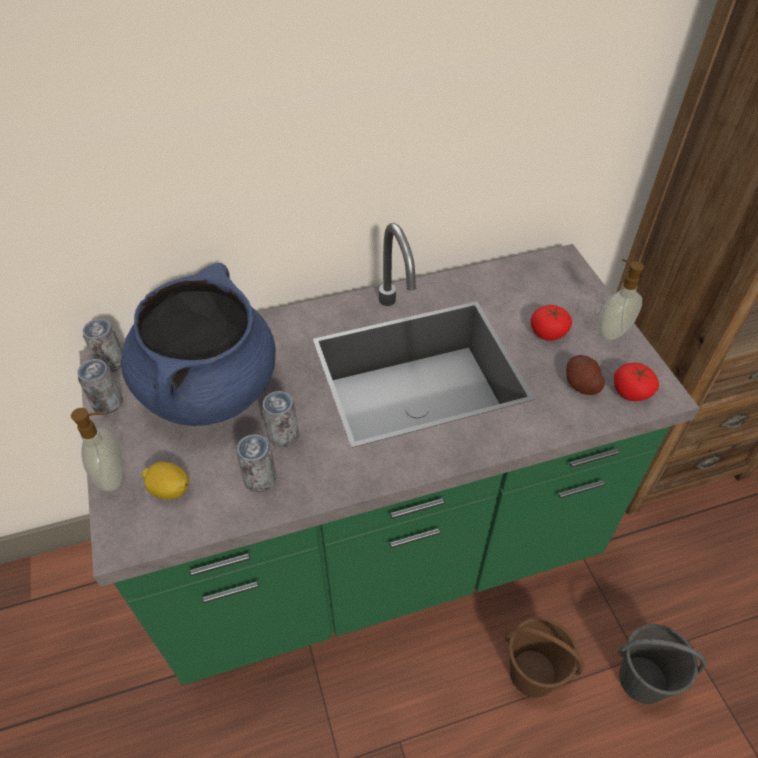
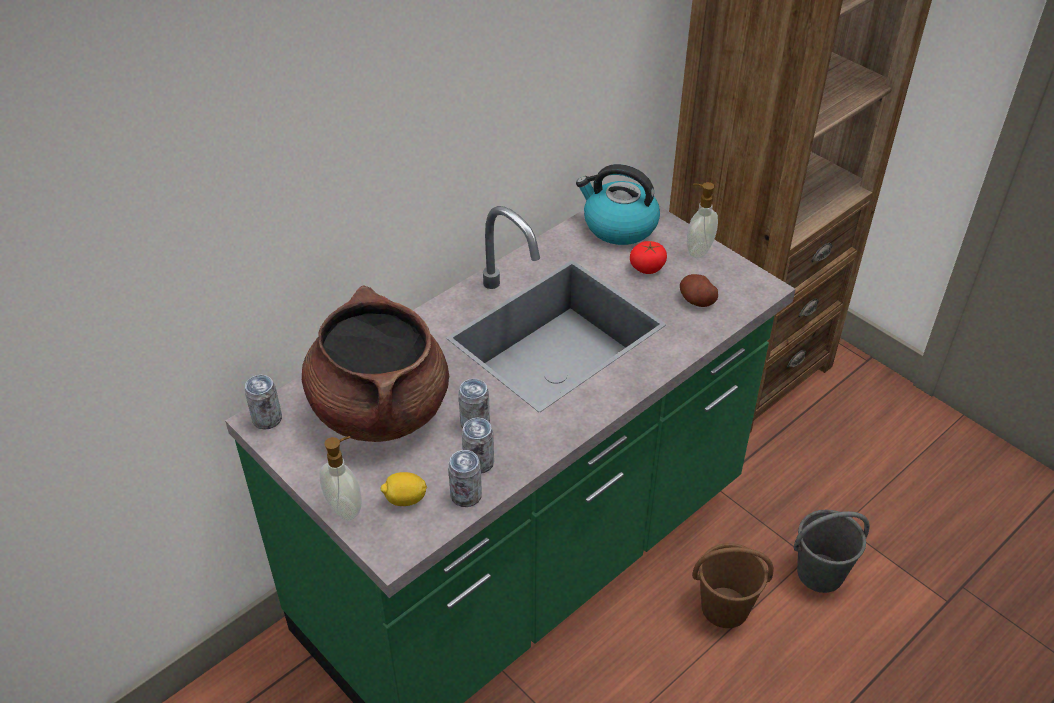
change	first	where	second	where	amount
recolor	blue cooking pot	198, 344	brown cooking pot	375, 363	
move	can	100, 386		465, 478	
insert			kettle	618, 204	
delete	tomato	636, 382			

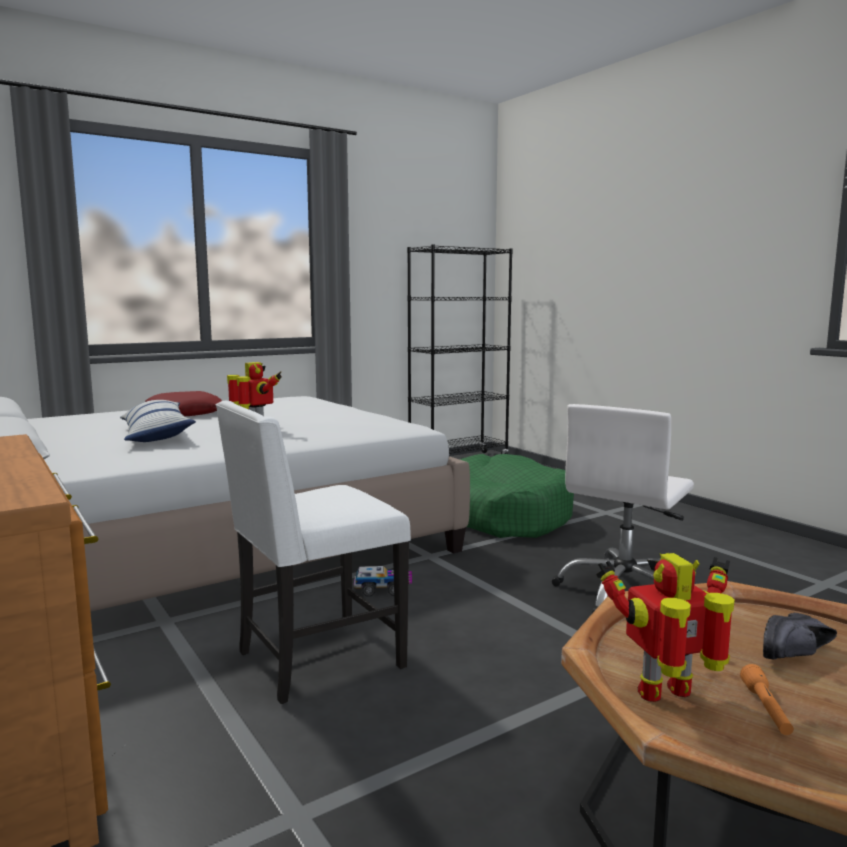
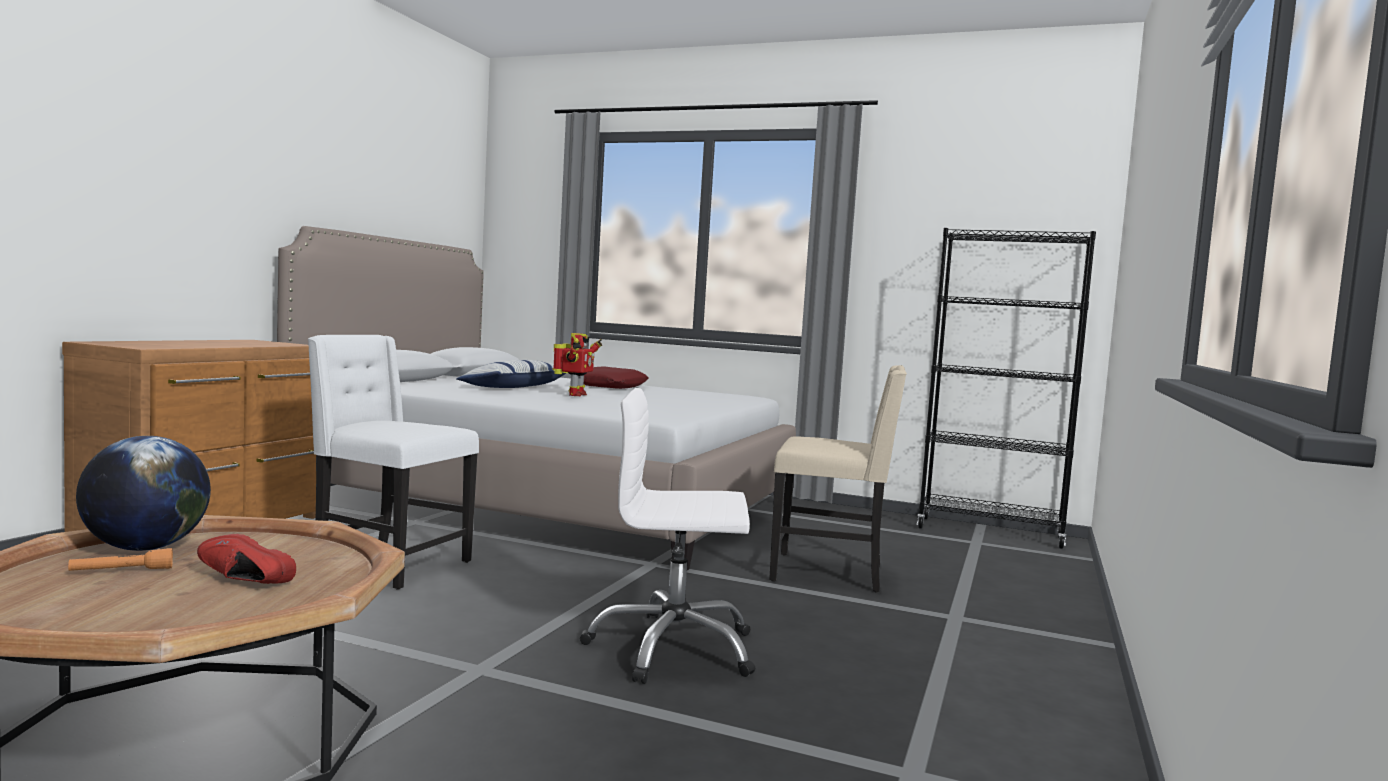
change	first	where	second	where	amount
replace	toy robot	665, 627	globe	143, 493	
recolor	black shoe	800, 636	red shoe	246, 559	
replace	green dog bed	516, 496	beige chair	838, 478	
delete	toy truck	383, 581			

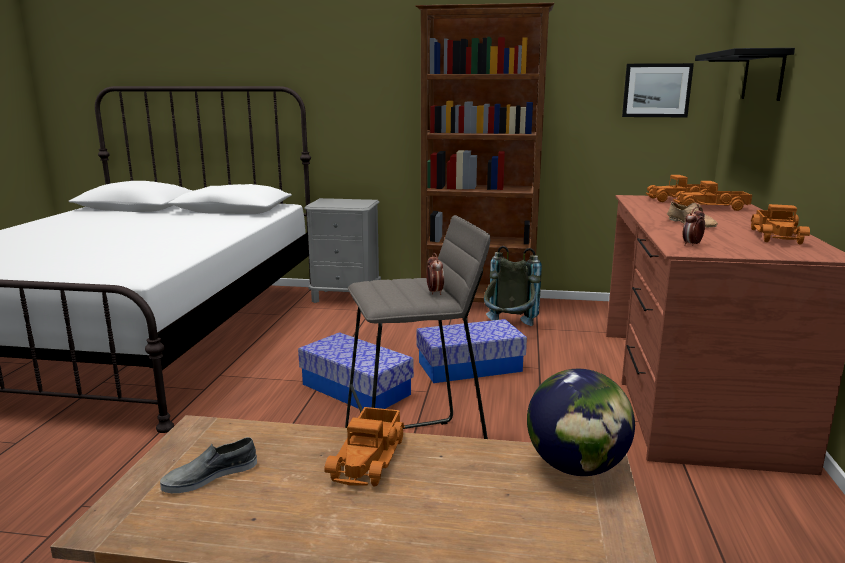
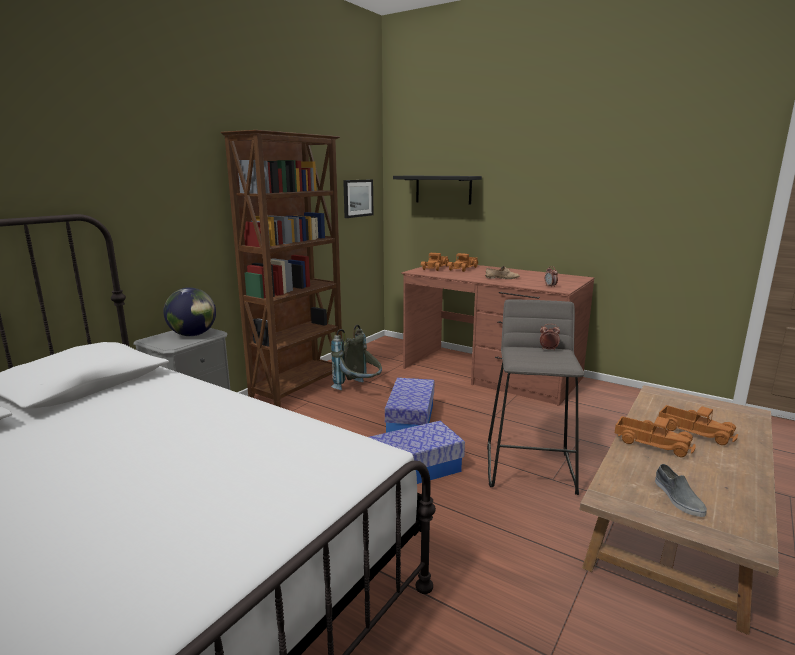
change	first	where	second	where	amount
move	globe	581, 422		189, 311	
move	toy truck	780, 224		698, 425	

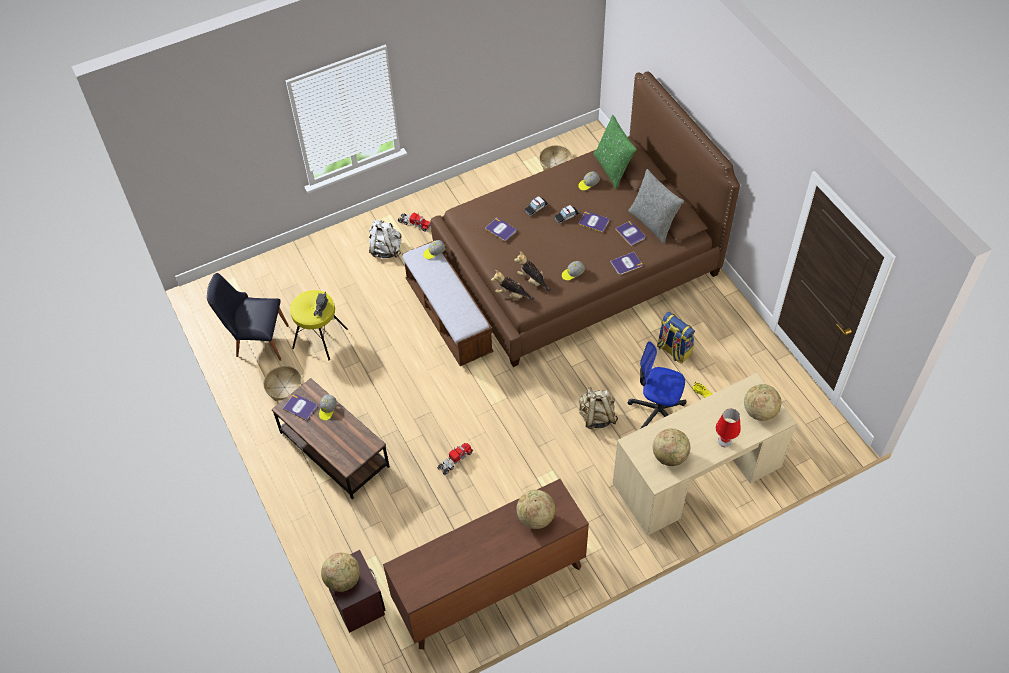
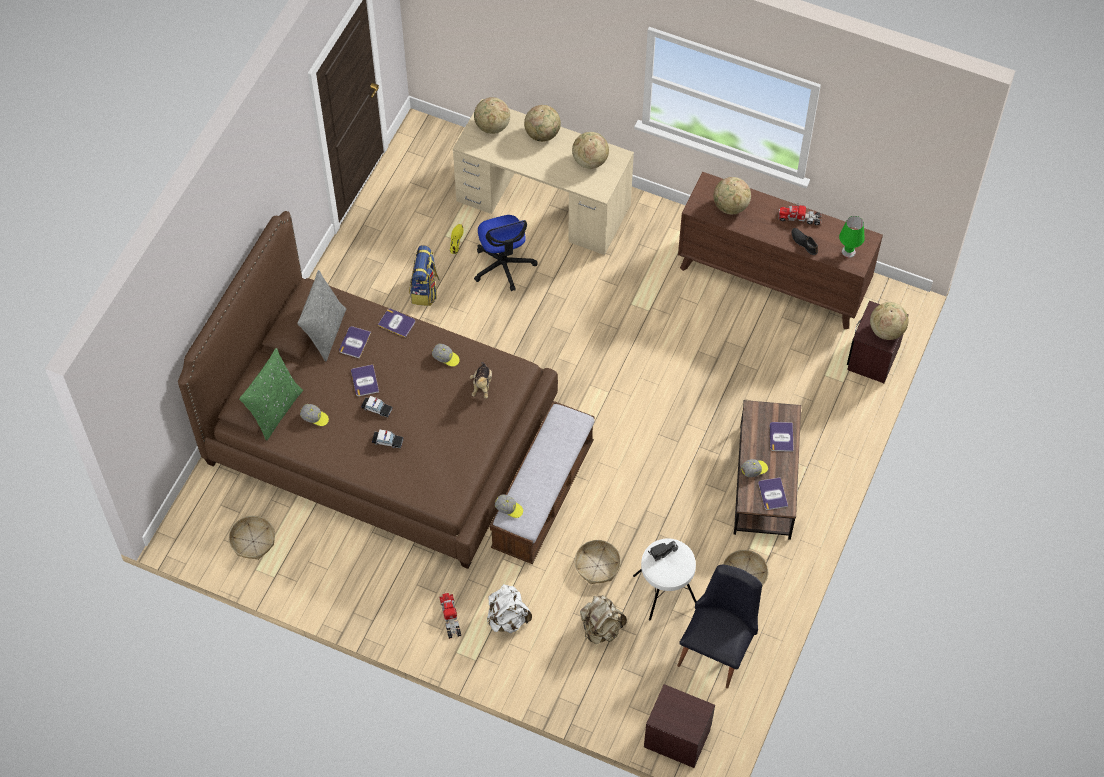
change	first	where	second	where	amount
replace	red table lamp	728, 428	globe	542, 123	
insert			basket	597, 562	
move	beige backpack	598, 408		603, 619	
recolor	yellow stool	319, 325	white stool	665, 579	
insert			brown nightstand	679, 726	
rotate	black chair	248, 317		719, 626	120 degrees counterclockwise
move	book	500, 230		782, 437	
move	toy truck	455, 459		800, 214	
insert			black shoe	805, 241	
insert			green table lamp	852, 237	
delete	plush toy	512, 285			

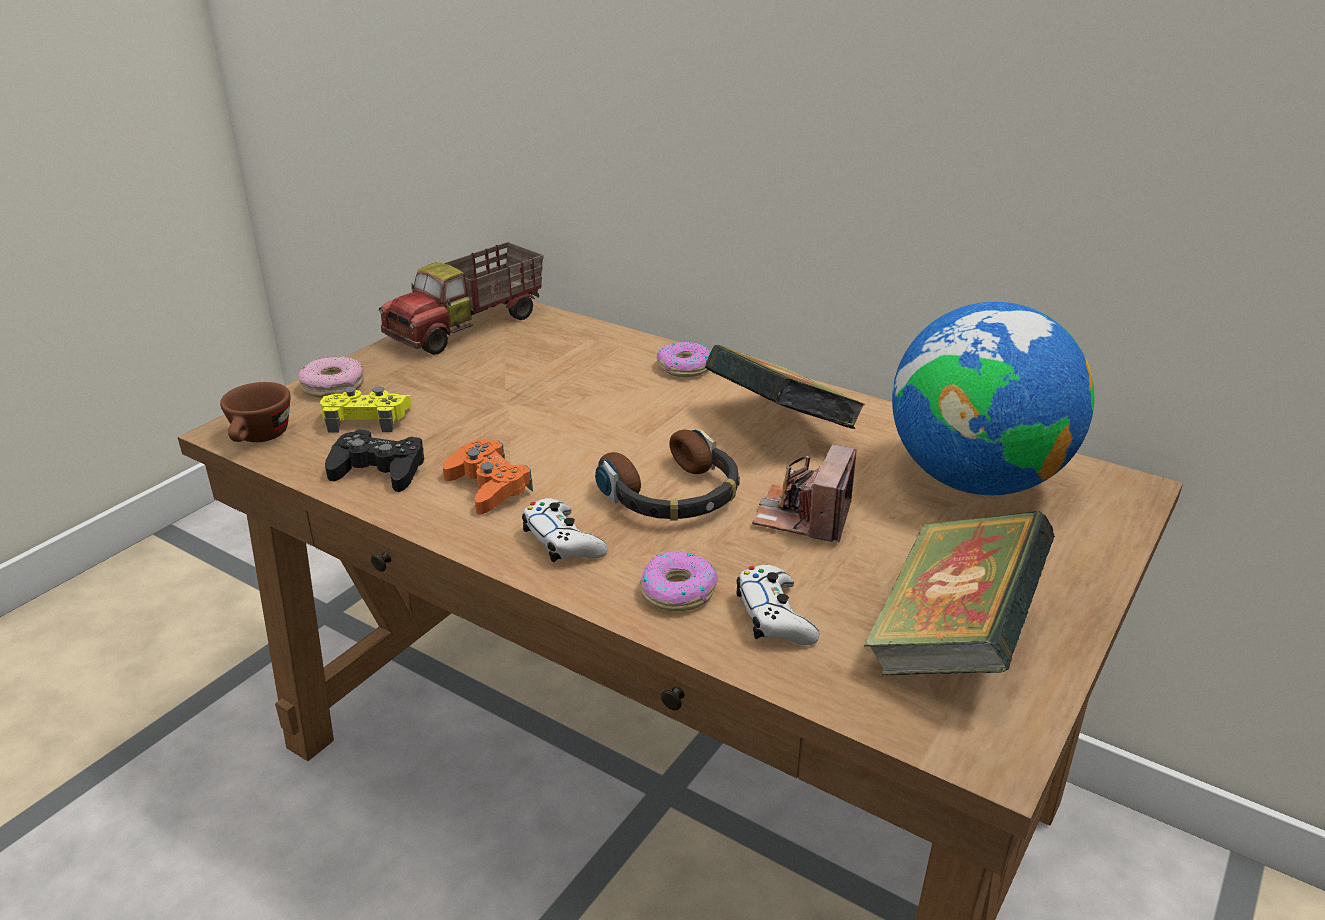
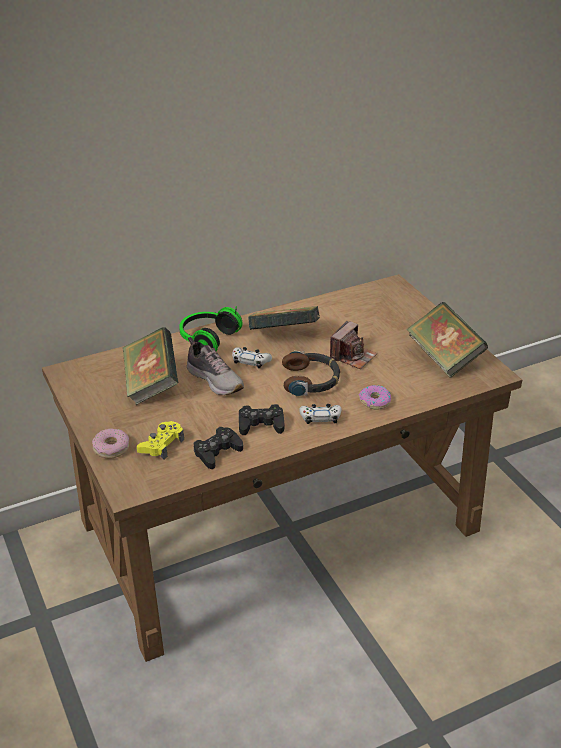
change	first	where	second	where	amount
insert			book	150, 366	
replace	donut	684, 359	headphones	210, 329	
insert			shoe	215, 366	
move	white game controller	777, 605		252, 357	
recolor	orange game controller	488, 477	black game controller	261, 419	
rotate	photo camera	804, 493		353, 345	105 degrees counterclockwise
delete	brown cup	255, 412			
delete	toy truck	461, 298			
delete	globe	993, 398			

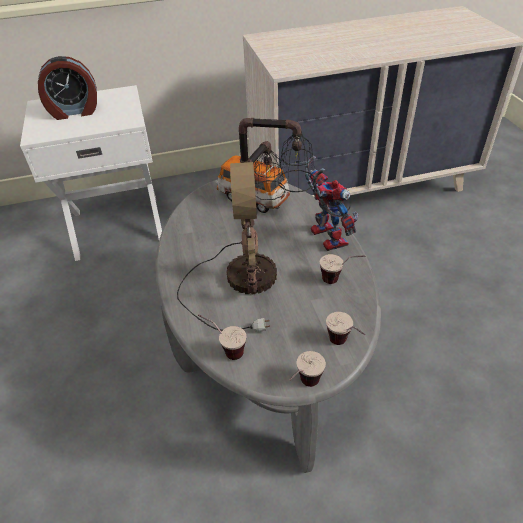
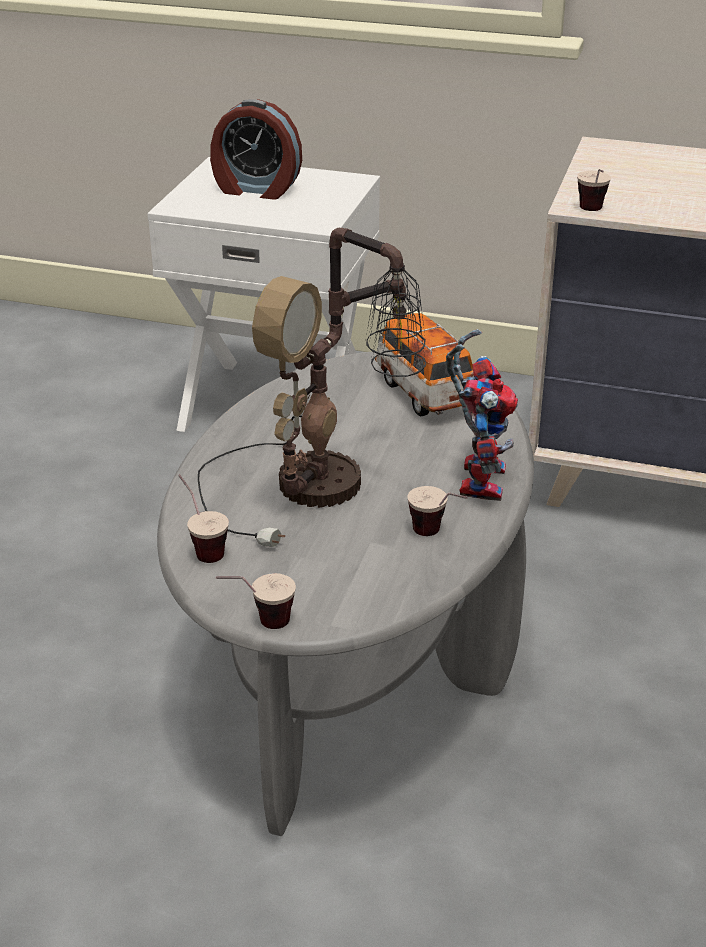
change	first	where	second	where	amount
move	cup	346, 328		594, 190	

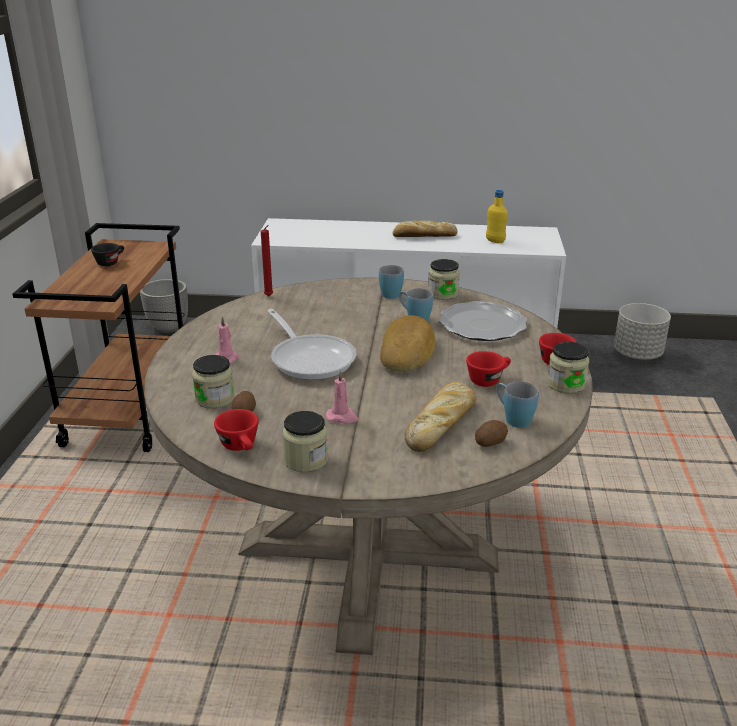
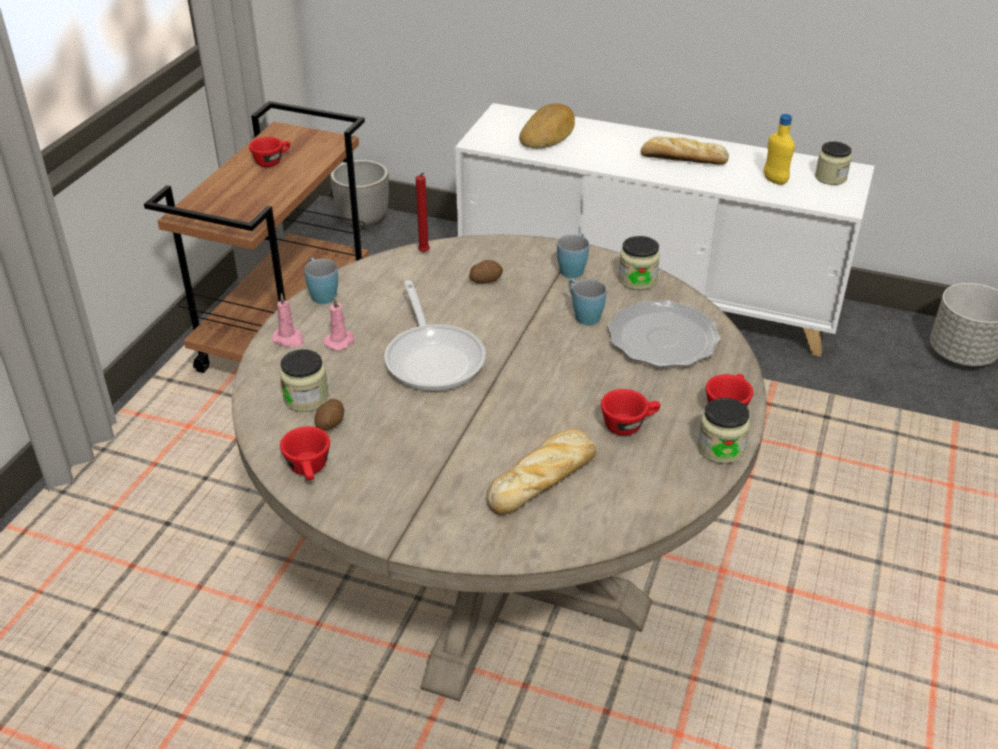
change	first	where	second	where	amount
recolor	black cup	107, 254	red cup	269, 152	
move	pink candle	342, 396		288, 320	
move	blue mug	517, 404		321, 281	
move	potato	491, 433		486, 271	
move	bread	407, 343		547, 126	
move	jar	305, 442		833, 163	

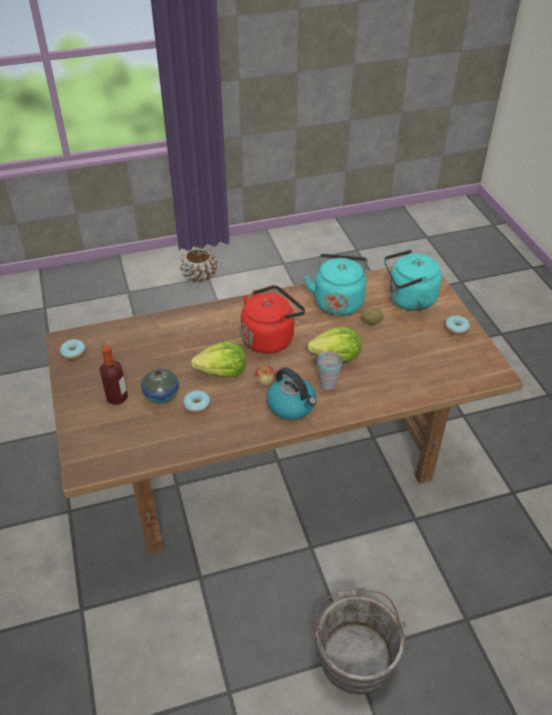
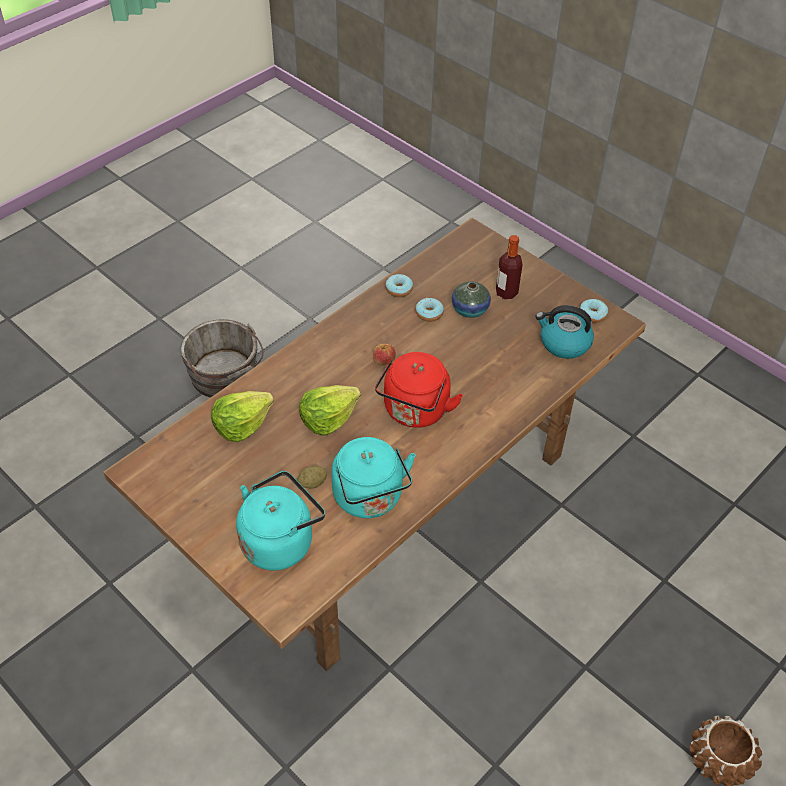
change	first	where	second	where	amount
move	lettuce	218, 359		242, 416	
move	donut	457, 325		399, 285	
move	kettle	292, 394		564, 332	
delete	cup	329, 370			

